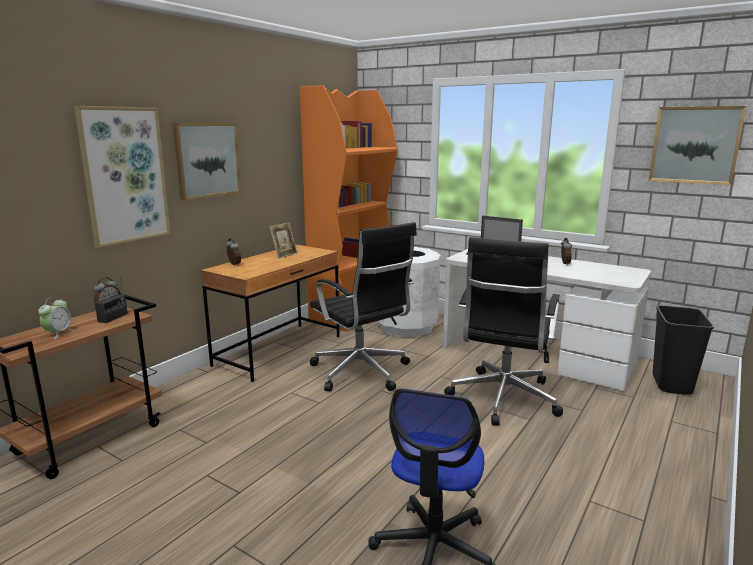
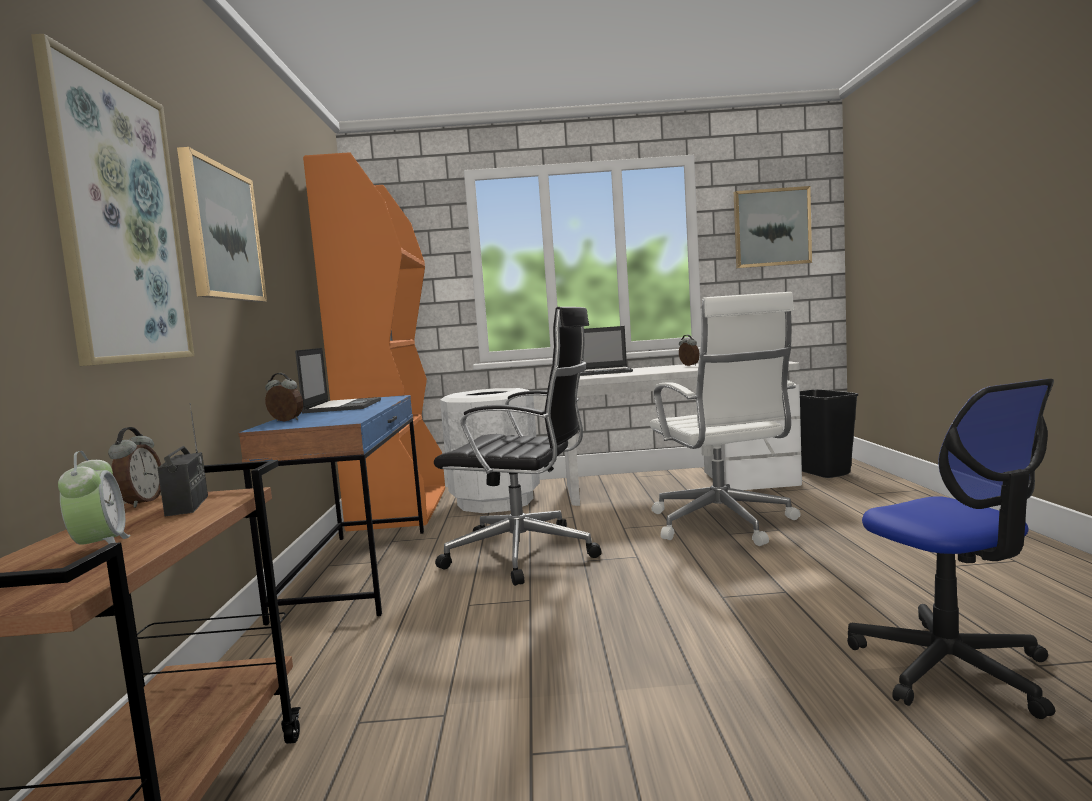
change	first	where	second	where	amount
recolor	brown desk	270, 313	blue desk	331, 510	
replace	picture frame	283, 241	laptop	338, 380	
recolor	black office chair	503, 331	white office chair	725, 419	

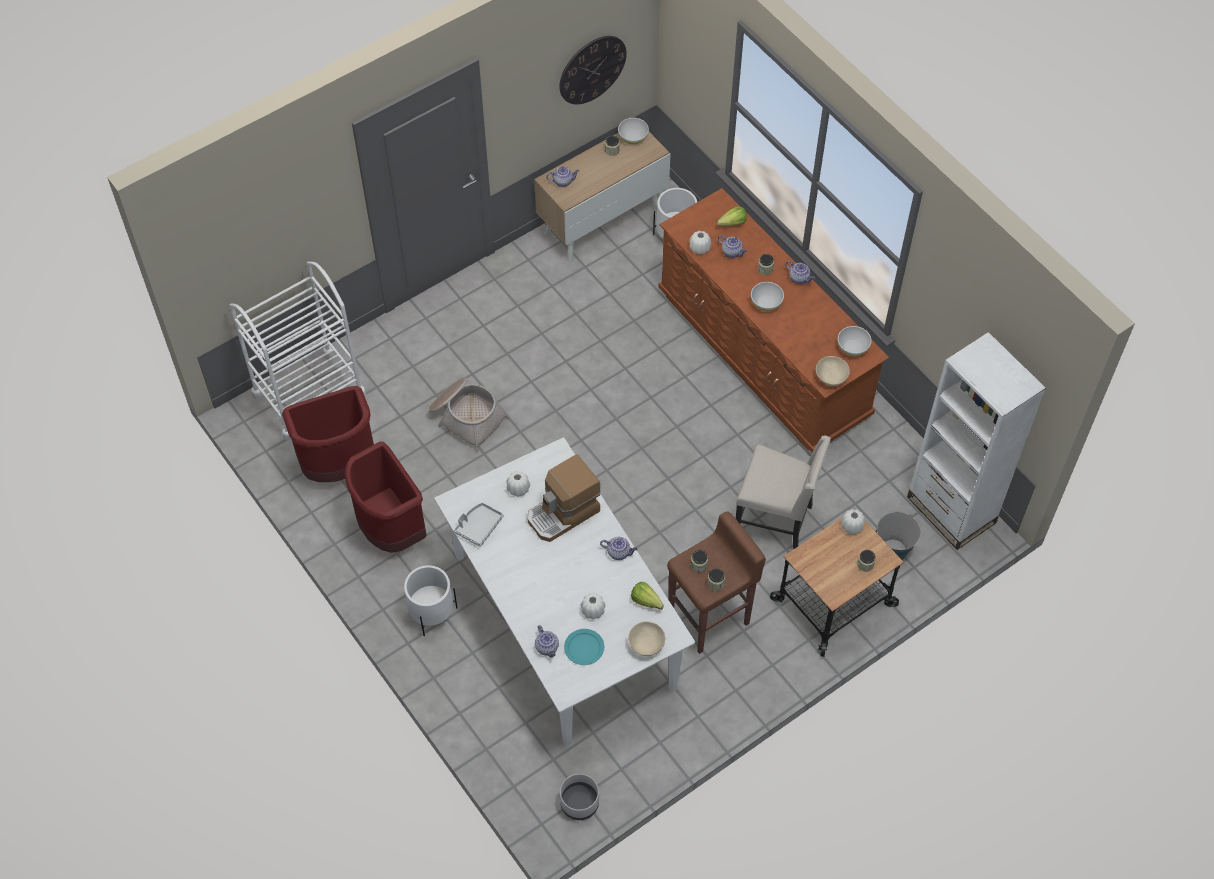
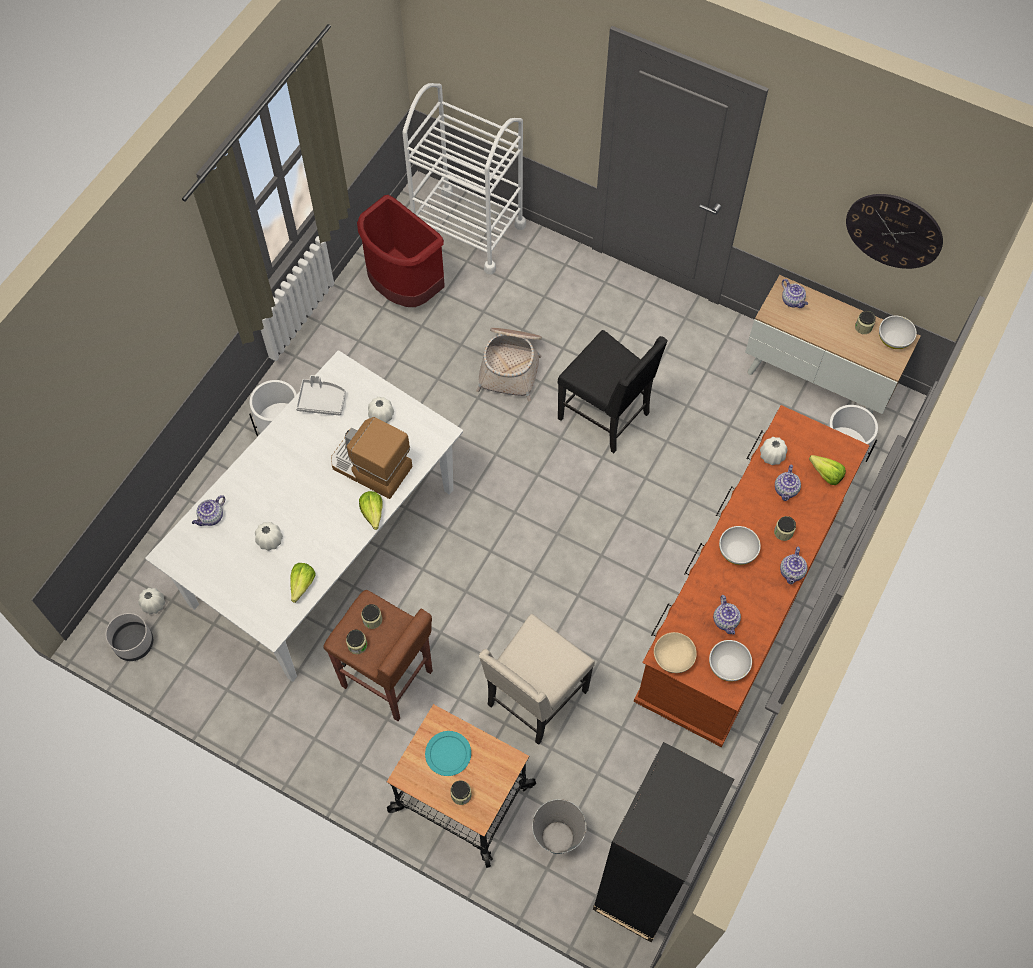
change	first	where	second	where	amount
move	white vase	853, 521		151, 601	
insert			lettuce	371, 510	
move	turquoise plate	584, 647		448, 753	
rotate	beige chair	783, 492		537, 679	45 degrees clockwise
insert			black chair	612, 391	
recolor	white bookcase	976, 441	black bookcase	663, 842	
move	teapot	618, 548		727, 615	
delete	red trash can	385, 497			
delete	beige bowl	646, 638			

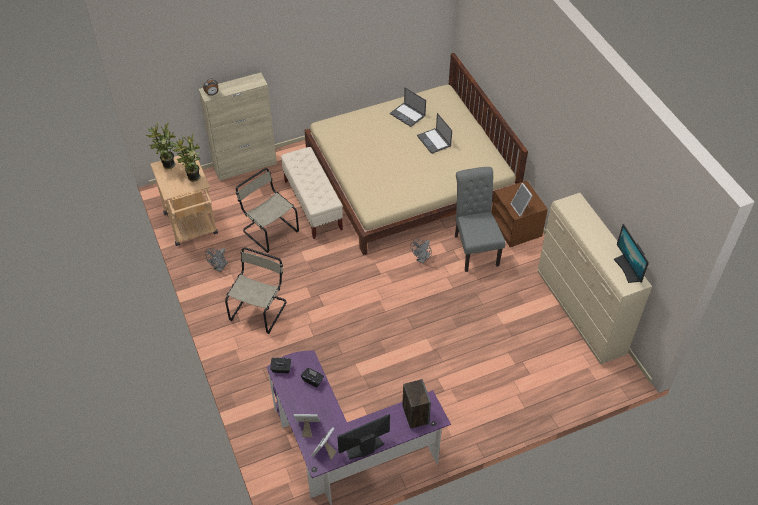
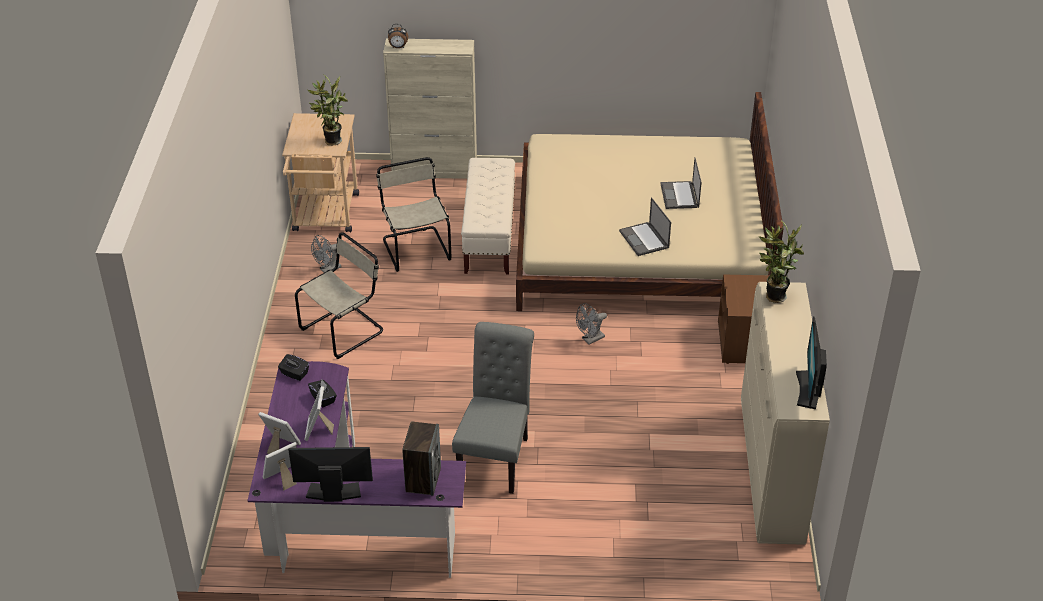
change	first	where	second	where	amount
move	picture frame	522, 199		319, 413	
move	grey chair	480, 219		493, 408	
move	laptop	408, 107		645, 226	
move	potted plant	161, 145		781, 262	

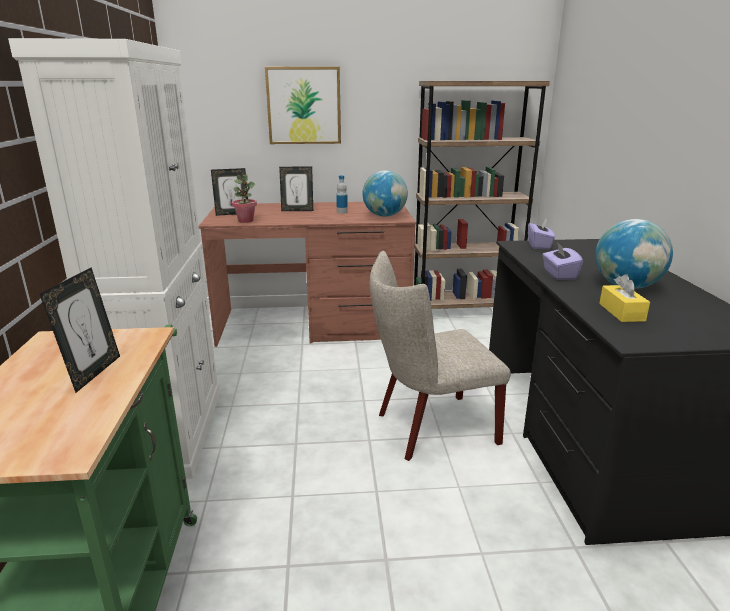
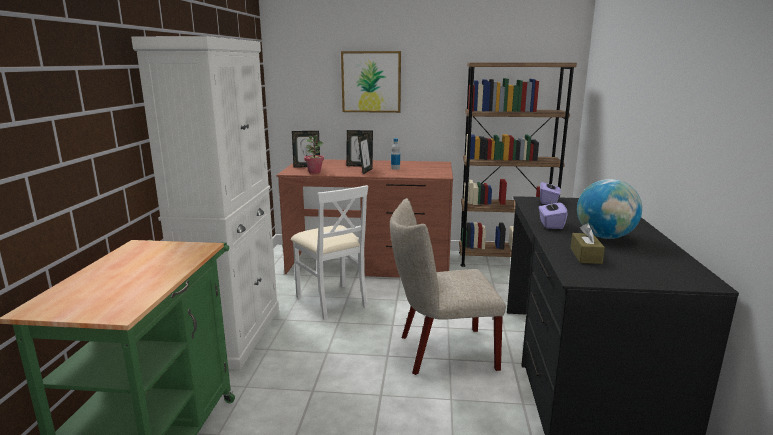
change	first	where	second	where	amount
insert			white chair	329, 252	
move	picture frame	80, 330		365, 153	
recolor	yellow tissue box	624, 298	brown tissue box	587, 243	
delete	globe	385, 193			

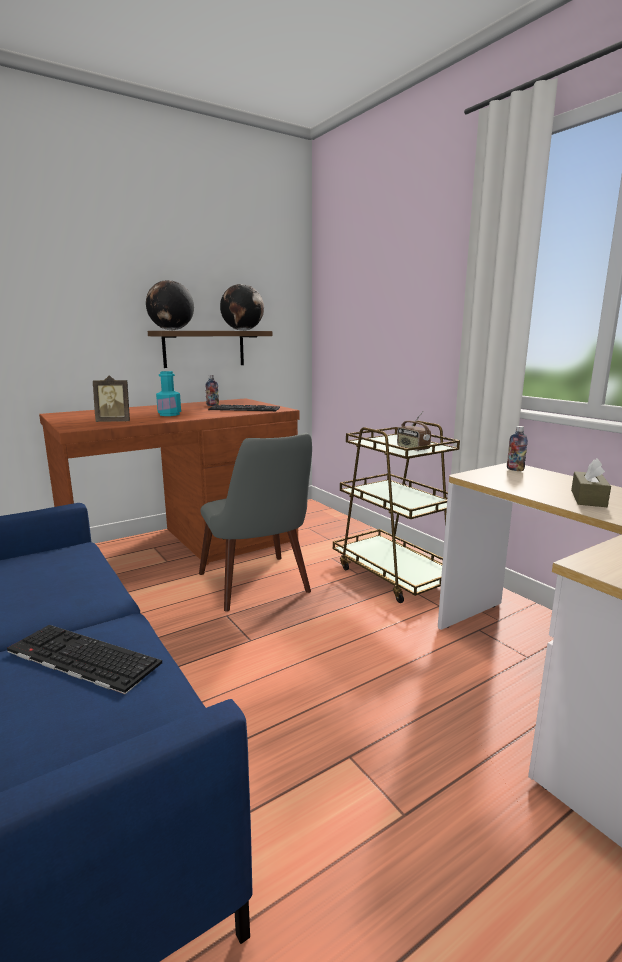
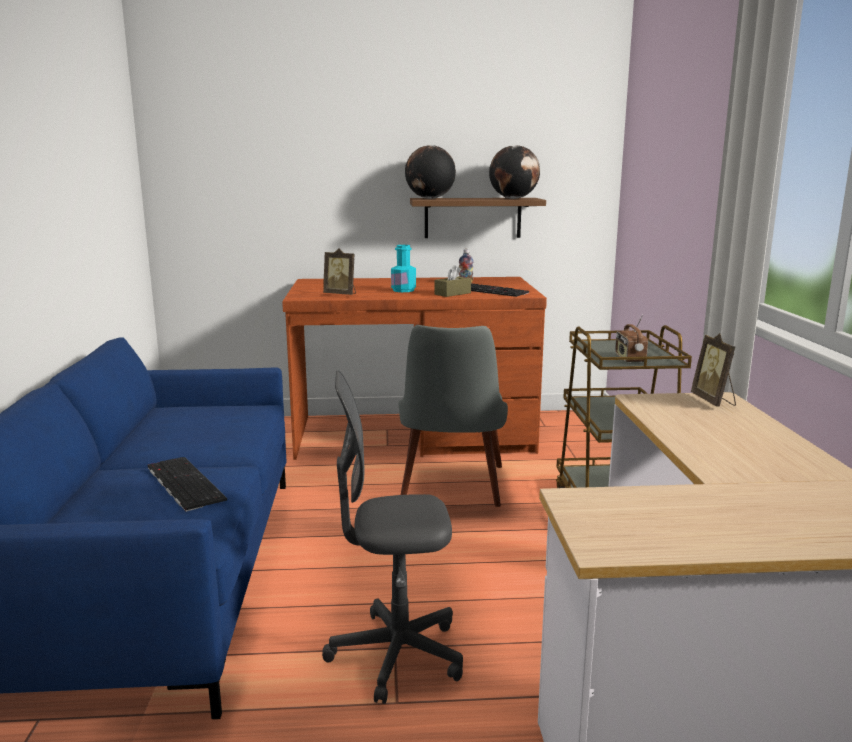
change	first	where	second	where	amount
insert			grey office chair	392, 537	
move	brown tissue box	591, 483		453, 281	
replace	bottle	517, 448	picture frame	713, 370	

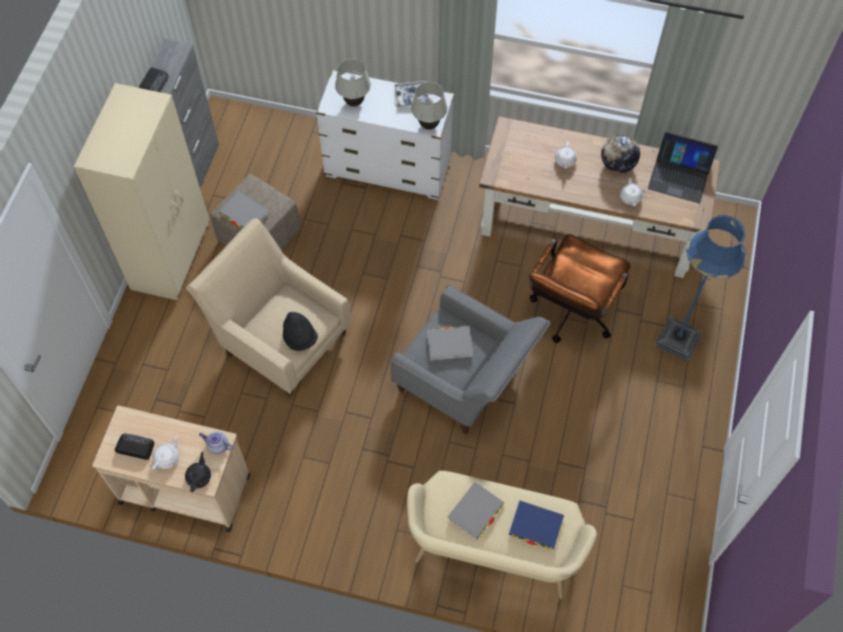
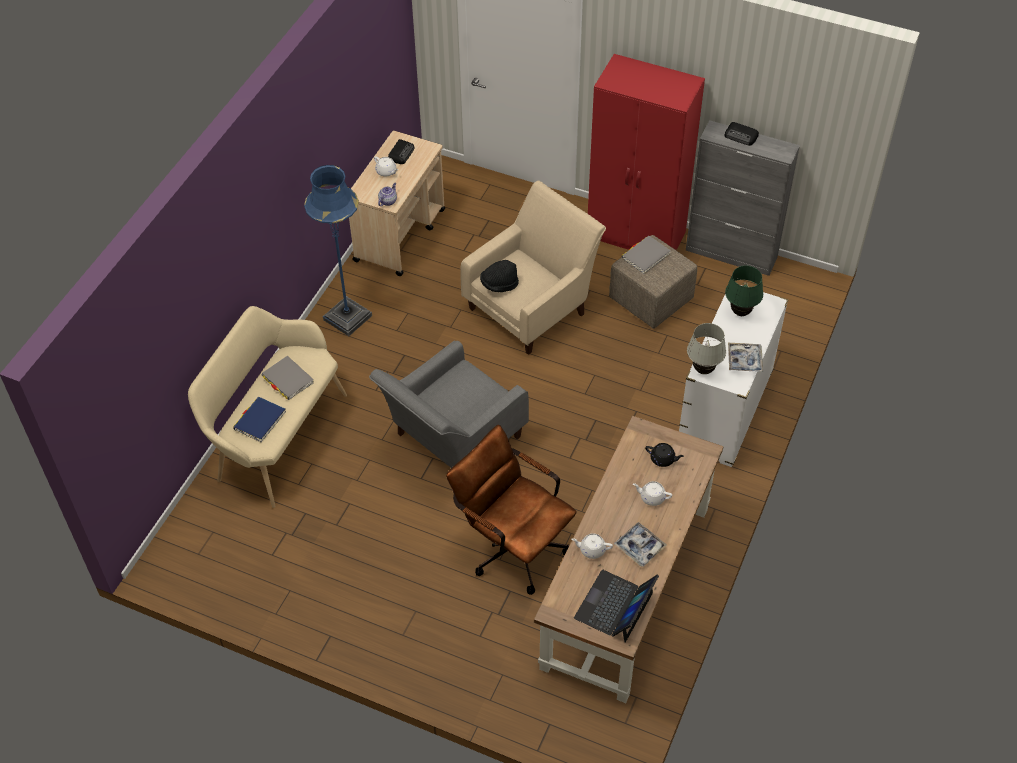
change	first	where	second	where	amount
move	blue floor lamp	700, 288		338, 250	
recolor	beige wardrobe	141, 192	red wardrobe	646, 152	
replace	globe	620, 153	tray	640, 544	
move	black teapot	198, 472		664, 455	
recolor	white table lamp	353, 83	green table lamp	744, 291	
delete	grey book	450, 343			

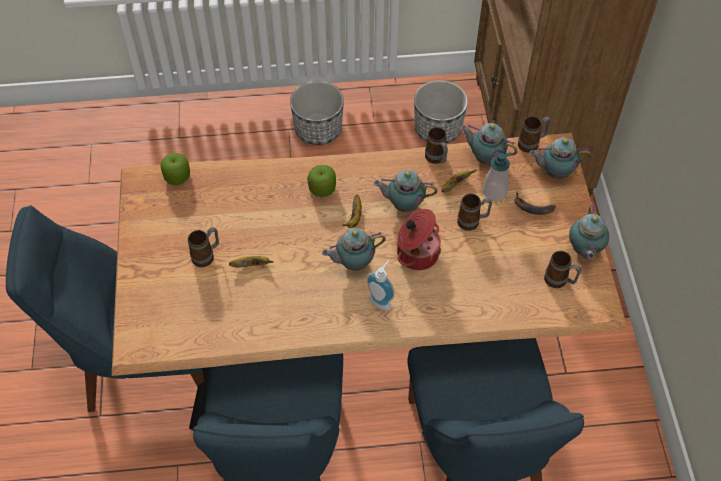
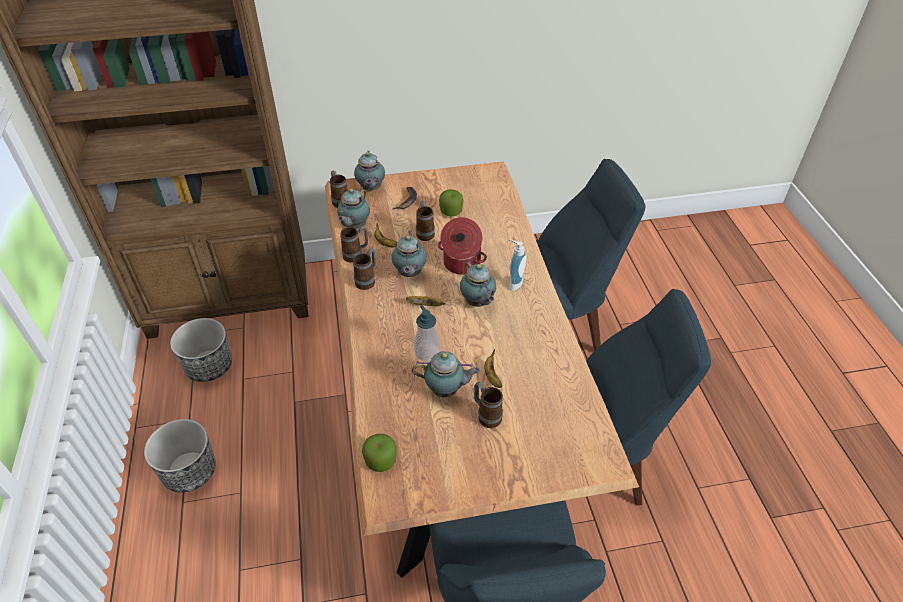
change	first	where	second	where	amount
move	mug	562, 269		364, 269	
move	teapot	589, 232		446, 374	
move	soap dispenser	497, 176		427, 333	
move	apple	321, 181		451, 202	

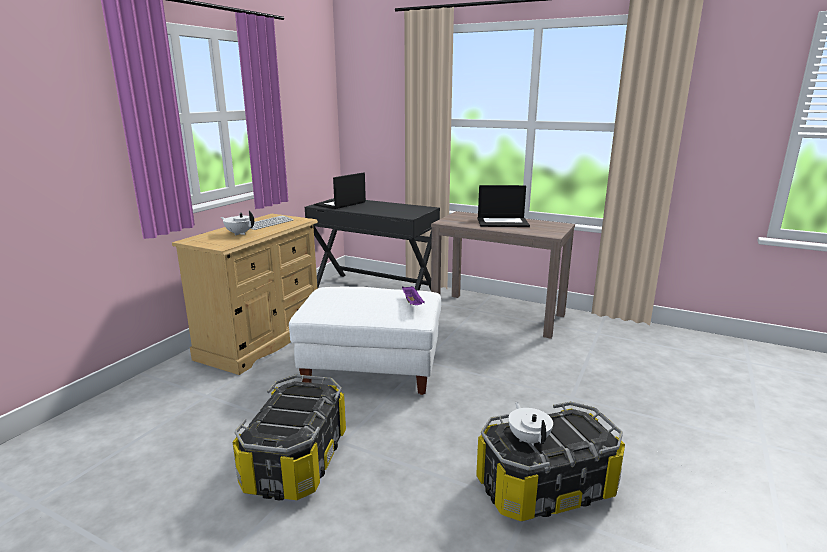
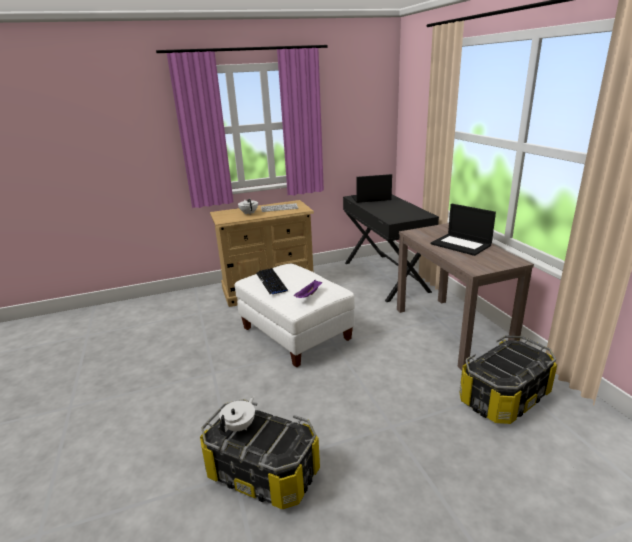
change	first	where	second	where	amount
insert			keyboard	272, 281	
move	storage box	289, 437		508, 379	

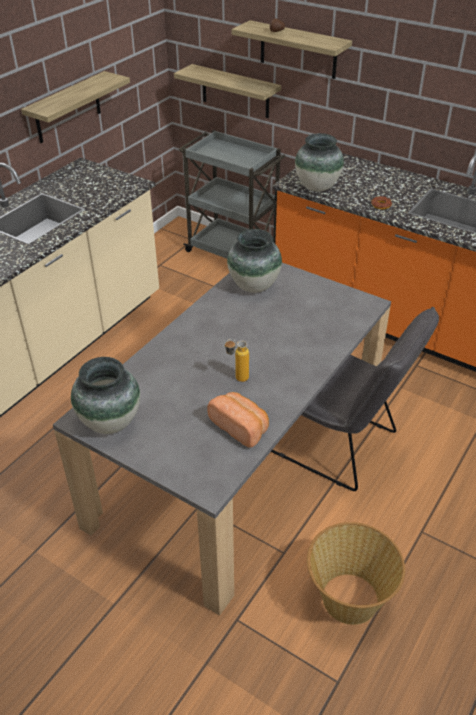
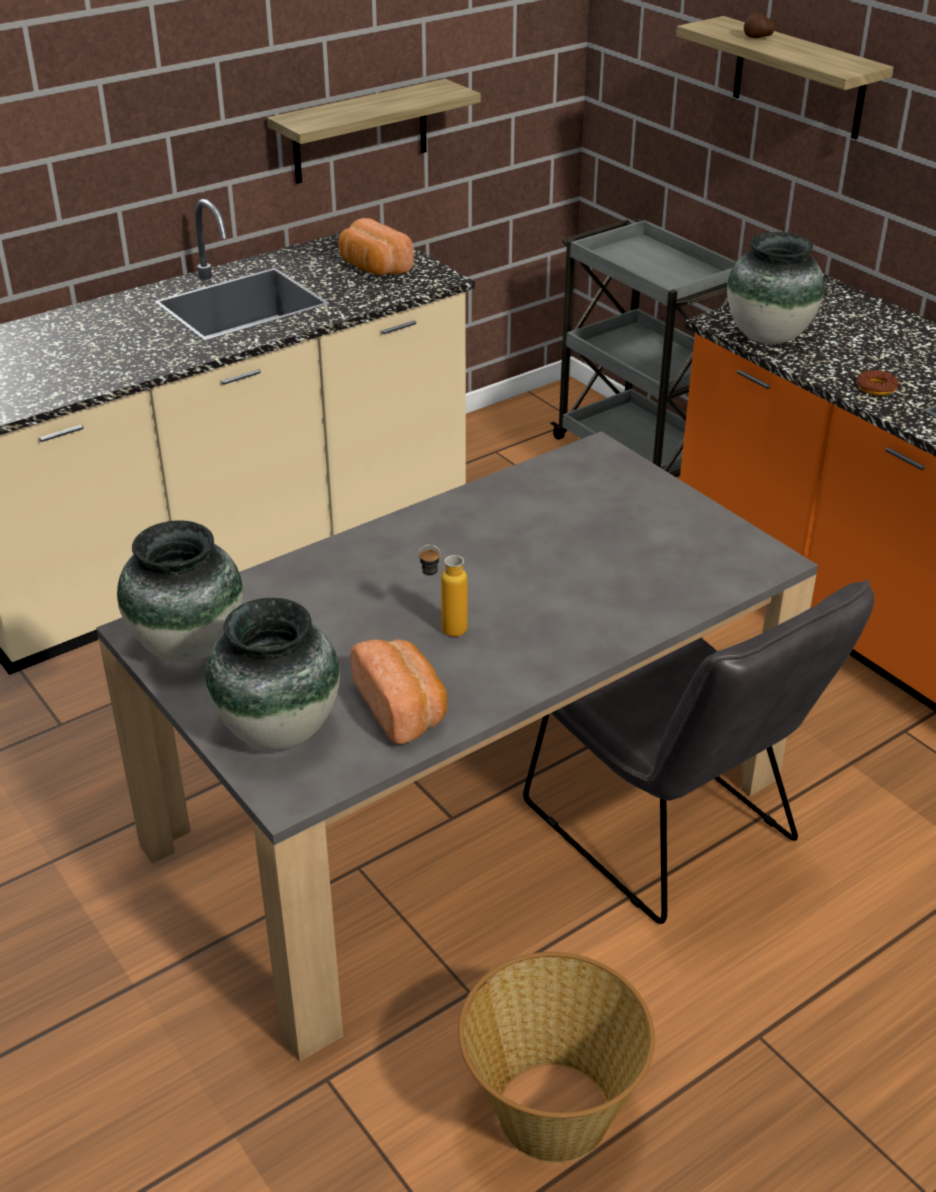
change	first	where	second	where	amount
move	vase	254, 261		272, 674	
insert			bread	376, 246	
delete	shelf	227, 91			

